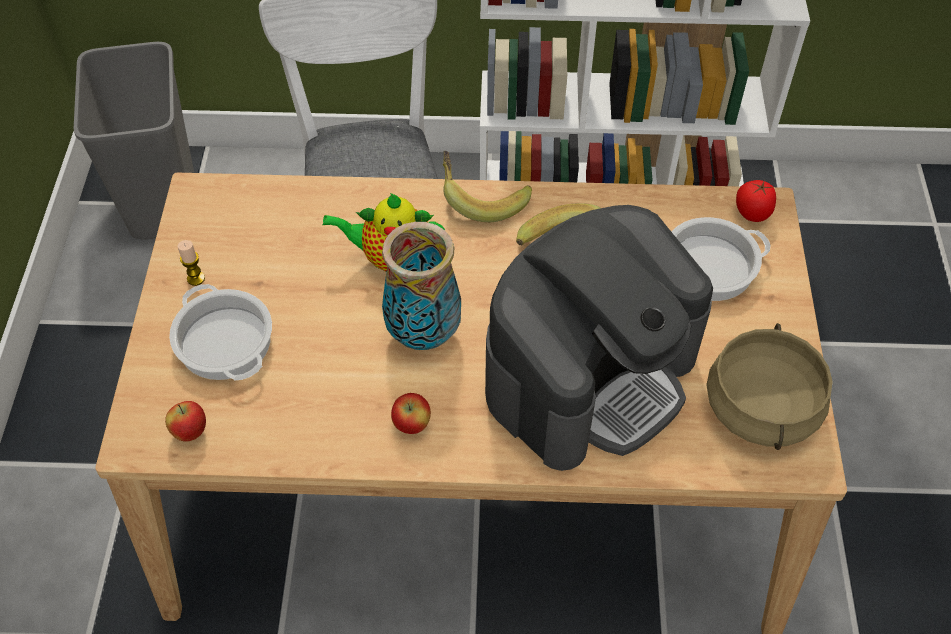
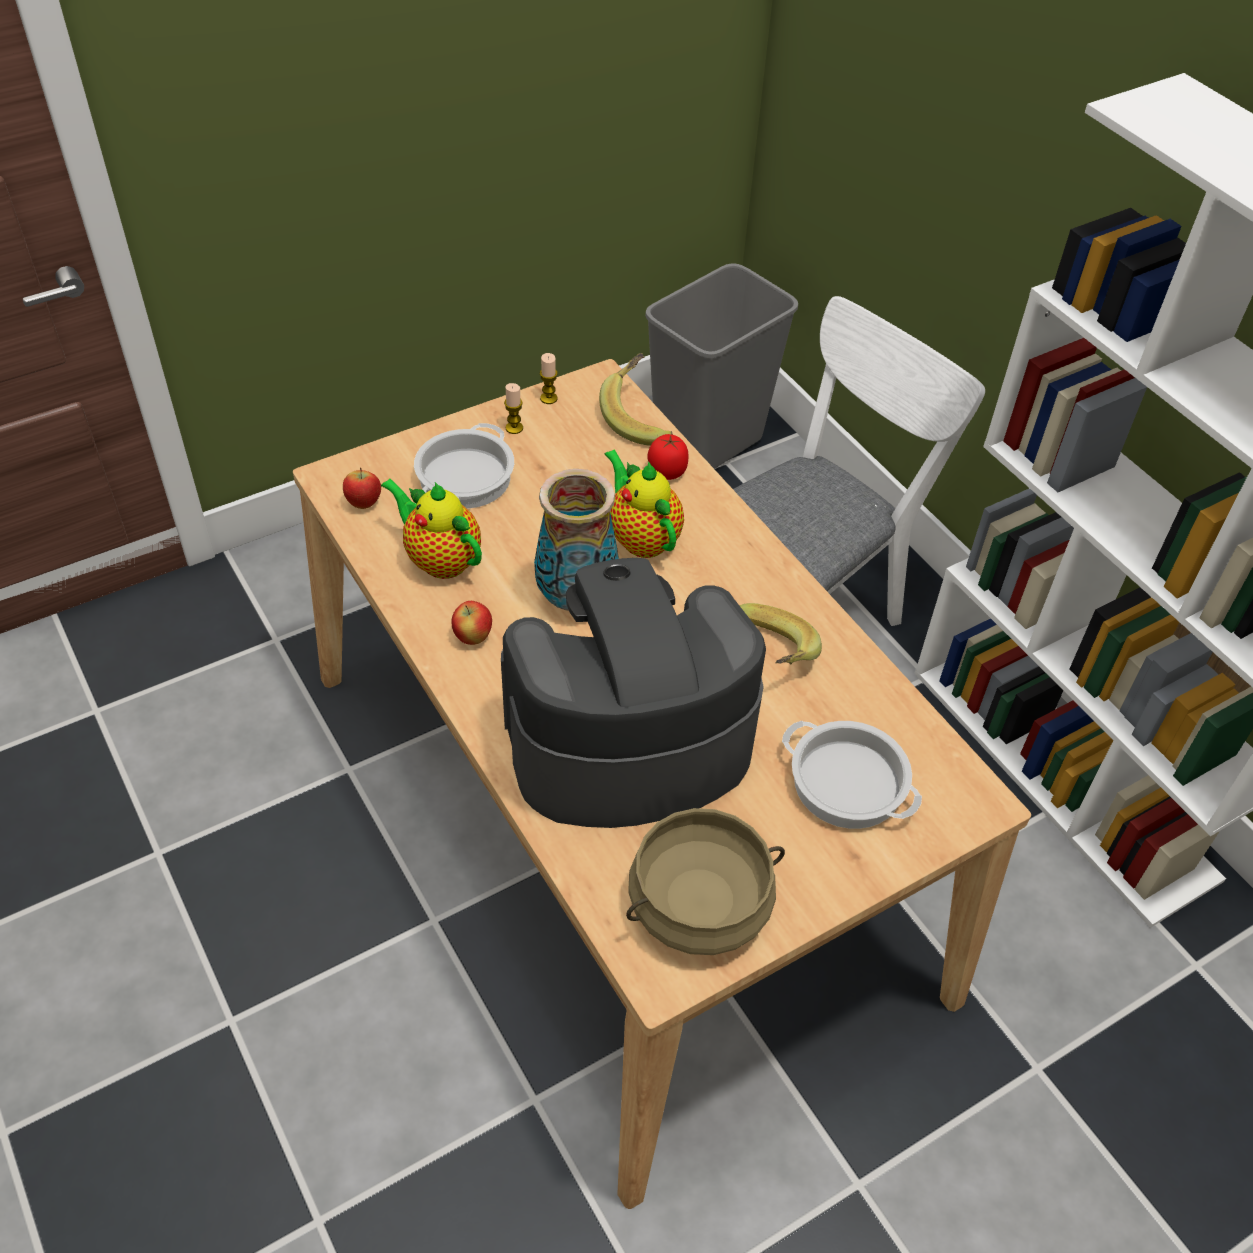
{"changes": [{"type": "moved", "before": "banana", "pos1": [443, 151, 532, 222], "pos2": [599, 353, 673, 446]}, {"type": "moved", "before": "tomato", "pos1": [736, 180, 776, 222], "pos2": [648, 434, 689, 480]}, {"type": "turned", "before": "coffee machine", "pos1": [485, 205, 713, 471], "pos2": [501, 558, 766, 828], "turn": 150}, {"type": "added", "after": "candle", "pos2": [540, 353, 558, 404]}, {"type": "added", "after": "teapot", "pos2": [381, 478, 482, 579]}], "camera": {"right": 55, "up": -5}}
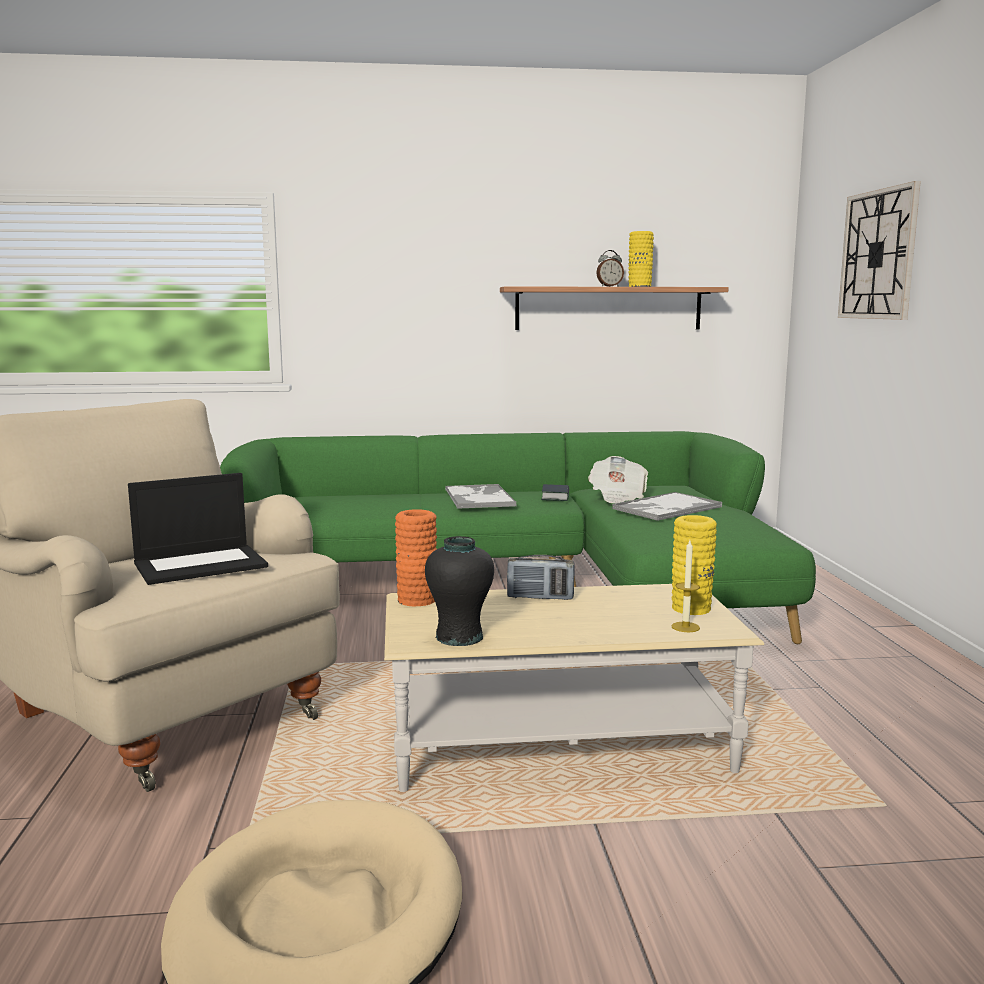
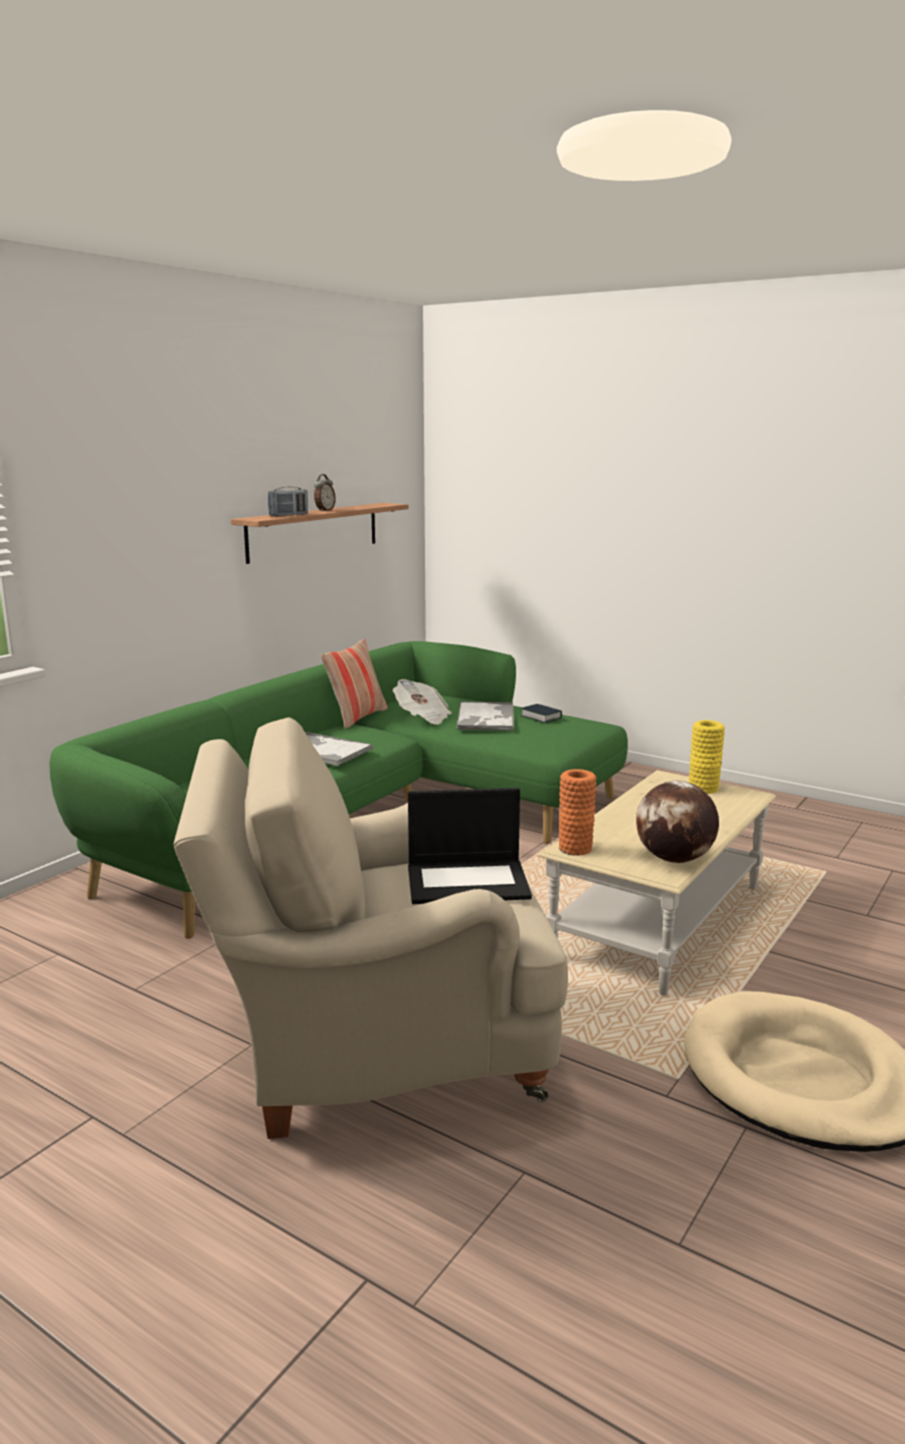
{"changes": [{"type": "removed", "before": "wall clock", "pos1": [838, 181, 921, 320]}, {"type": "removed", "before": "vase (yellow)", "pos1": [628, 231, 654, 287]}, {"type": "turned", "before": "laptop", "pos1": [128, 473, 268, 585], "pos2": [408, 788, 532, 904], "turn": 75}, {"type": "moved", "before": "book", "pos1": [541, 484, 569, 501], "pos2": [521, 704, 562, 723]}, {"type": "replaced", "before": "vase (black)", "after": "globe", "pos1": [425, 536, 494, 646], "pos2": [636, 781, 719, 863]}, {"type": "removed", "before": "candle", "pos1": [671, 540, 700, 632]}, {"type": "moved", "before": "radio", "pos1": [507, 555, 575, 600], "pos2": [268, 487, 308, 516]}, {"type": "added", "after": "pillow", "pos2": [321, 639, 388, 729]}], "camera": {"right": -50, "up": 5}}
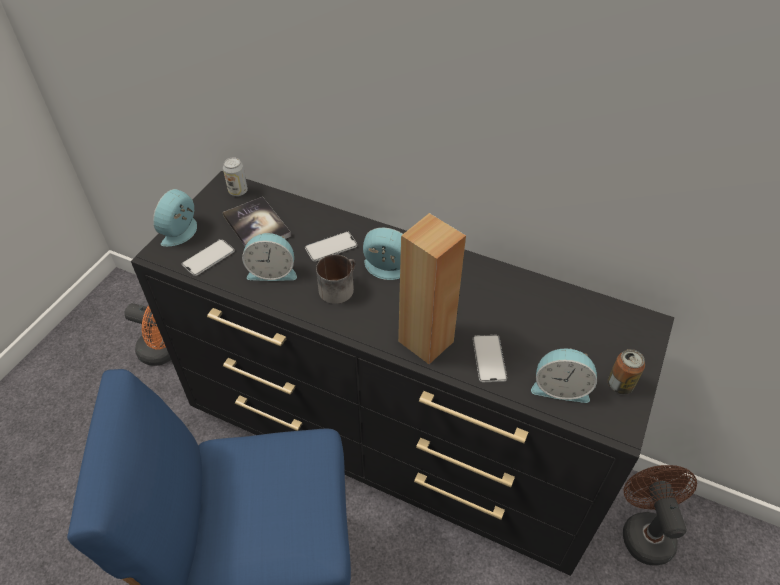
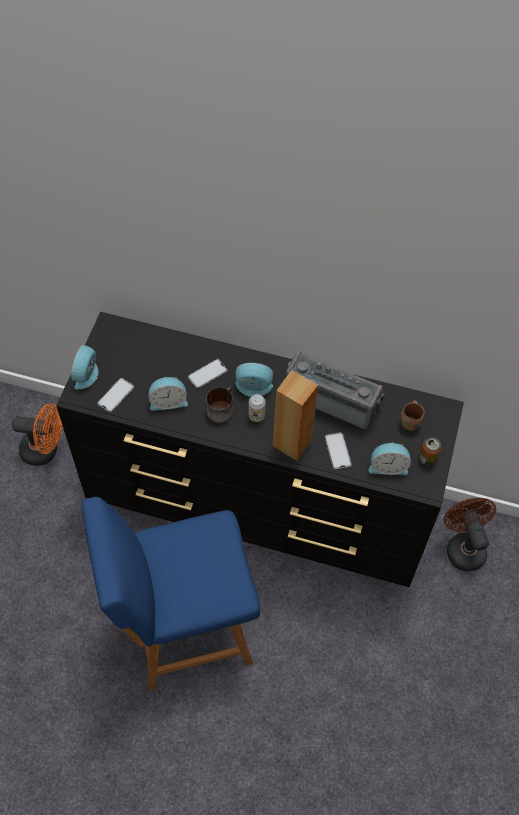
{"changes": [{"type": "moved", "before": "can", "pos1": [223, 157, 248, 196], "pos2": [248, 394, 266, 422]}, {"type": "removed", "before": "book", "pos1": [223, 197, 291, 246]}, {"type": "added", "after": "radio", "pos2": [286, 352, 385, 430]}, {"type": "added", "after": "mug (brown)", "pos2": [401, 400, 425, 431]}], "camera": {"right": -10, "up": 10}}
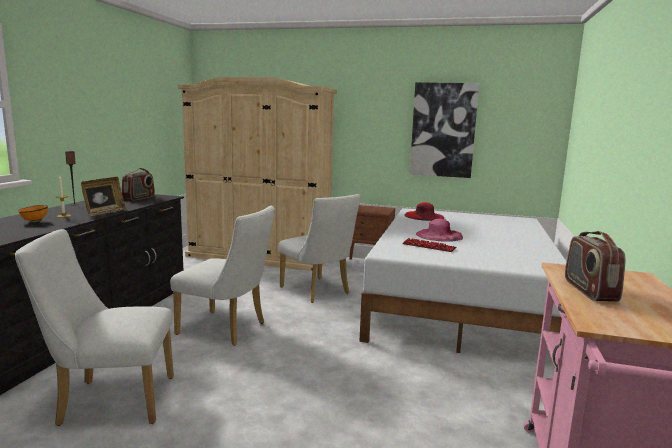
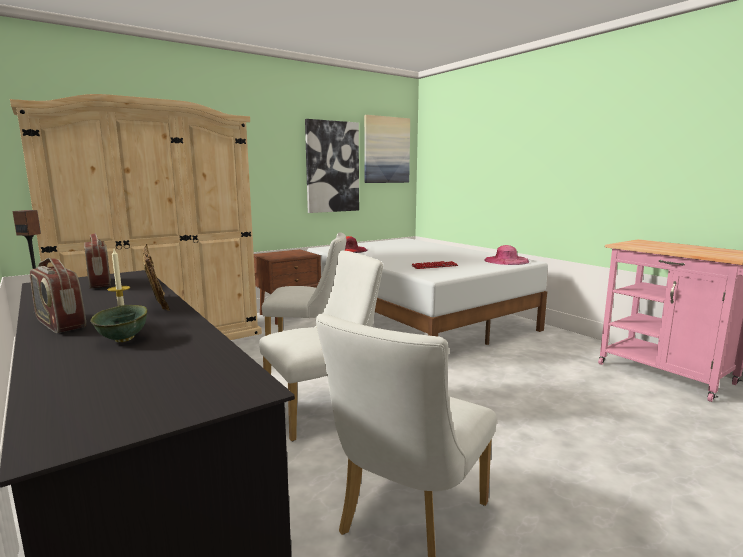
{"changes": [{"type": "recoloured", "before": "bowl (orange)", "after": "bowl (green)", "pos1": [18, 205, 48, 222], "pos2": [90, 305, 148, 342]}, {"type": "moved", "before": "hat (pink)", "pos1": [416, 218, 463, 242], "pos2": [484, 245, 529, 265]}, {"type": "moved", "before": "radio", "pos1": [565, 231, 625, 302], "pos2": [30, 258, 86, 333]}, {"type": "added", "after": "picture", "pos2": [364, 115, 410, 183]}], "camera": {"right": -50, "up": 0}}
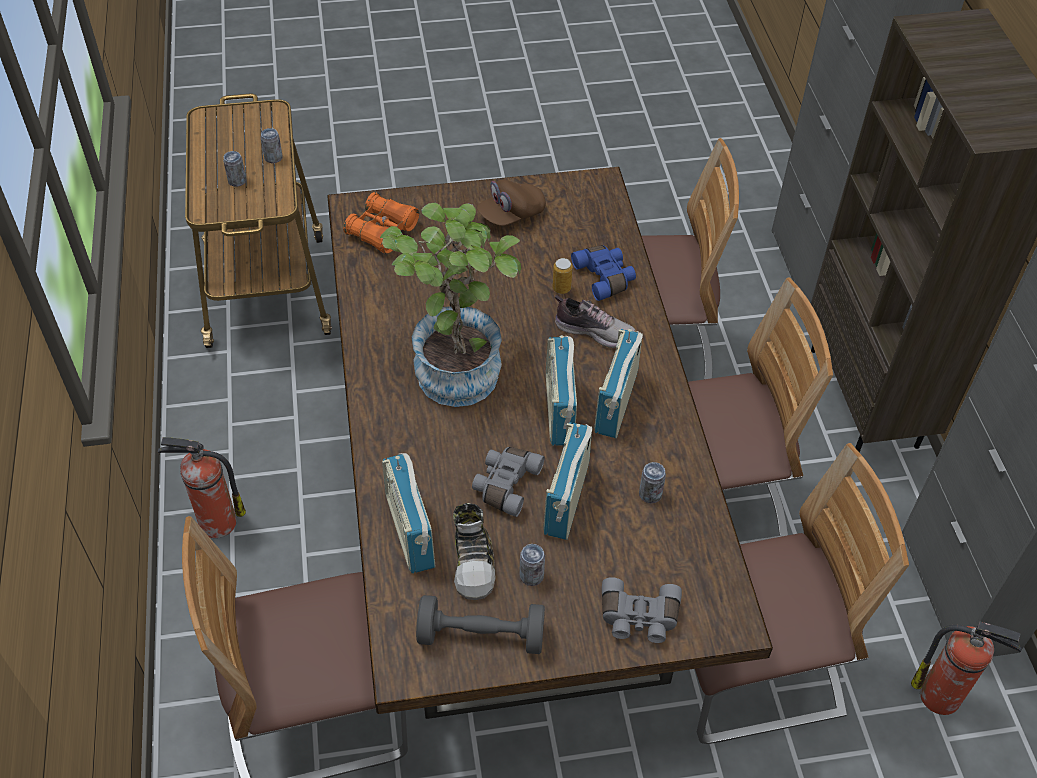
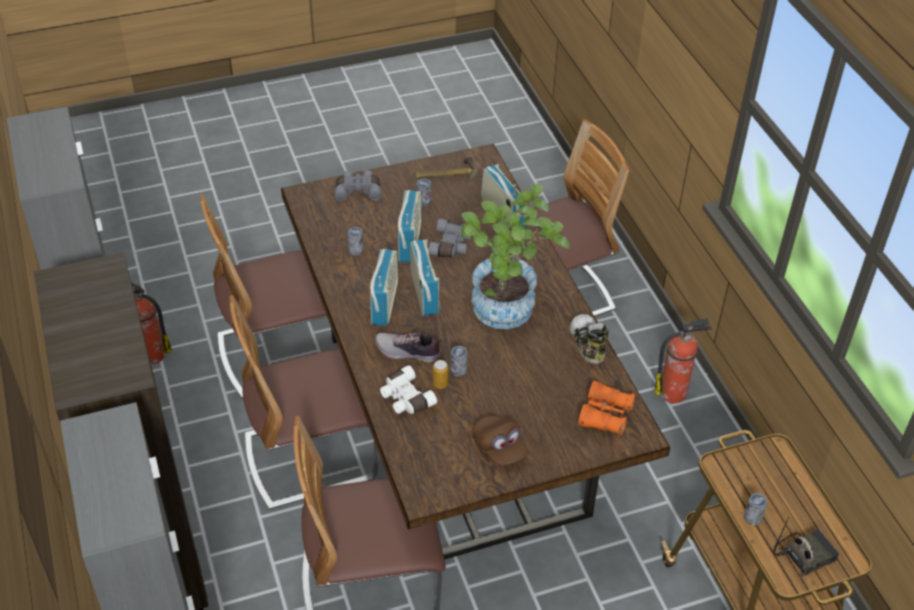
{"changes": [{"type": "moved", "before": "can", "pos1": [223, 151, 247, 187], "pos2": [450, 346, 468, 377]}, {"type": "turned", "before": "cap (brown)", "pos1": [477, 179, 546, 226], "pos2": [472, 416, 527, 465], "turn": 105}, {"type": "recoloured", "before": "binoculars (blue)", "after": "binoculars (white)", "pos1": [571, 245, 636, 301], "pos2": [380, 365, 437, 414]}, {"type": "moved", "before": "shoe", "pos1": [453, 503, 495, 600], "pos2": [570, 314, 609, 364]}, {"type": "replaced", "before": "dumbbell (grey)", "after": "hammer", "pos1": [416, 595, 545, 654], "pos2": [415, 156, 477, 181]}, {"type": "added", "after": "radio", "pos2": [773, 517, 839, 577]}], "camera": {"right": 170, "up": -5}}
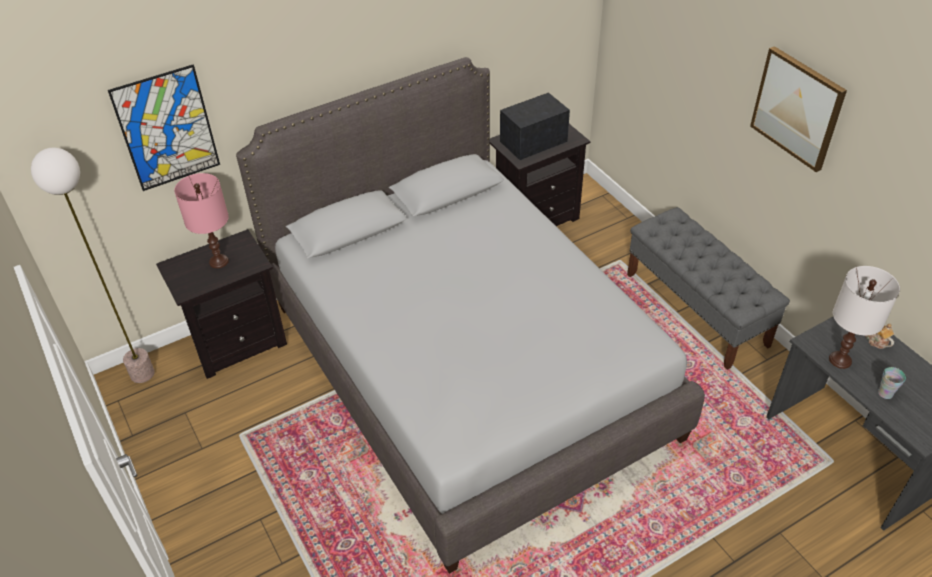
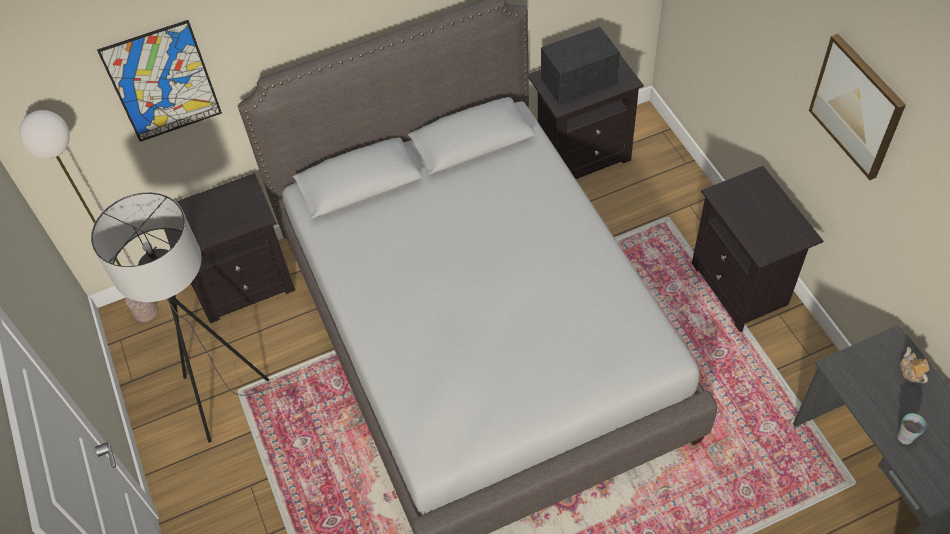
{"changes": [{"type": "removed", "before": "table lamp (pink)", "pos1": [174, 173, 229, 268]}, {"type": "replaced", "before": "bench (grey)", "after": "nightstand (black)", "pos1": [627, 207, 790, 370], "pos2": [692, 166, 823, 332]}, {"type": "removed", "before": "table lamp (white)", "pos1": [829, 266, 900, 369]}, {"type": "added", "after": "floor lamp (grey)", "pos2": [91, 192, 298, 443]}], "camera": {"right": 10, "up": 10}}
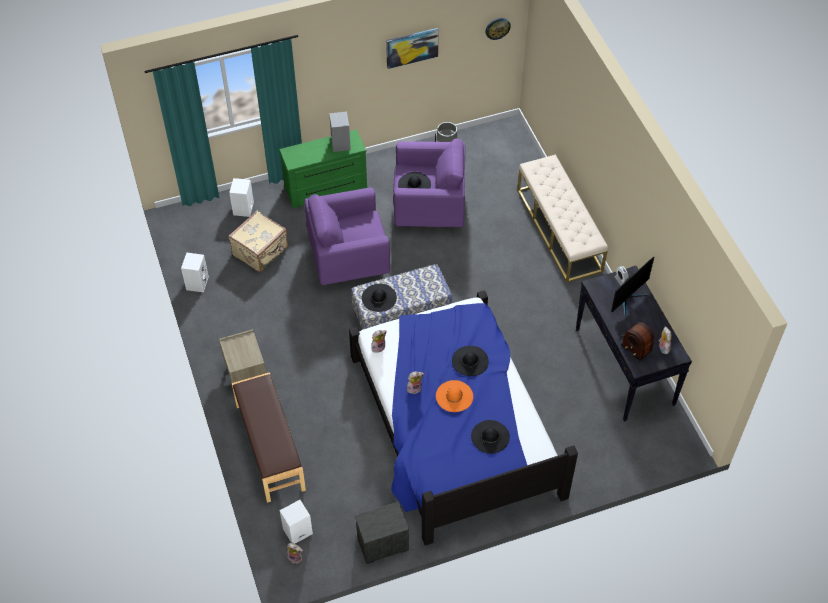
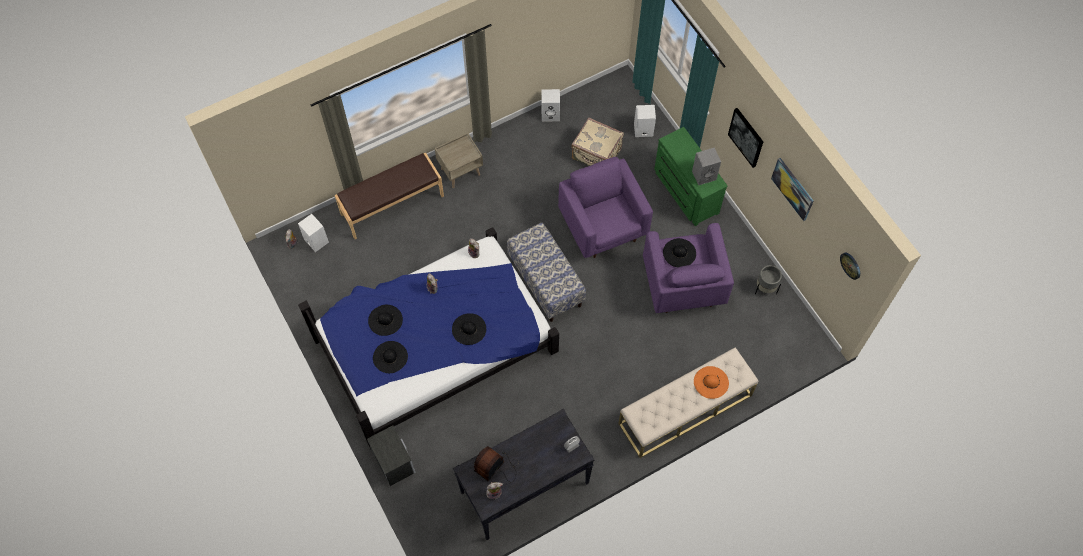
{"changes": [{"type": "removed", "before": "monitor", "pos1": [611, 256, 654, 316]}, {"type": "moved", "before": "hat (black)", "pos1": [362, 284, 397, 312], "pos2": [368, 305, 403, 336]}, {"type": "moved", "before": "hat (orange)", "pos1": [436, 380, 473, 412], "pos2": [694, 366, 729, 399]}, {"type": "moved", "before": "nightstand", "pos1": [355, 502, 409, 564], "pos2": [367, 425, 416, 486]}, {"type": "added", "after": "picture", "pos2": [728, 108, 763, 168]}], "camera": {"right": 80, "up": 10}}
